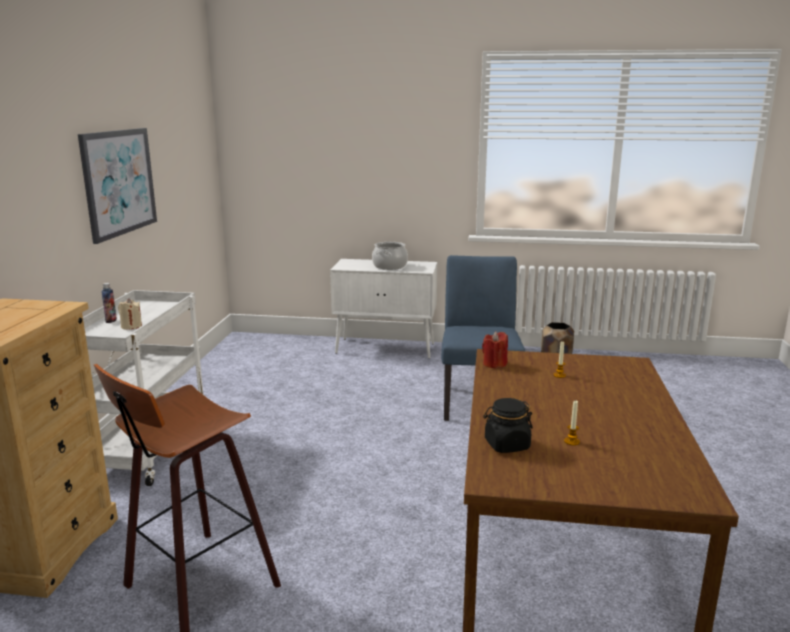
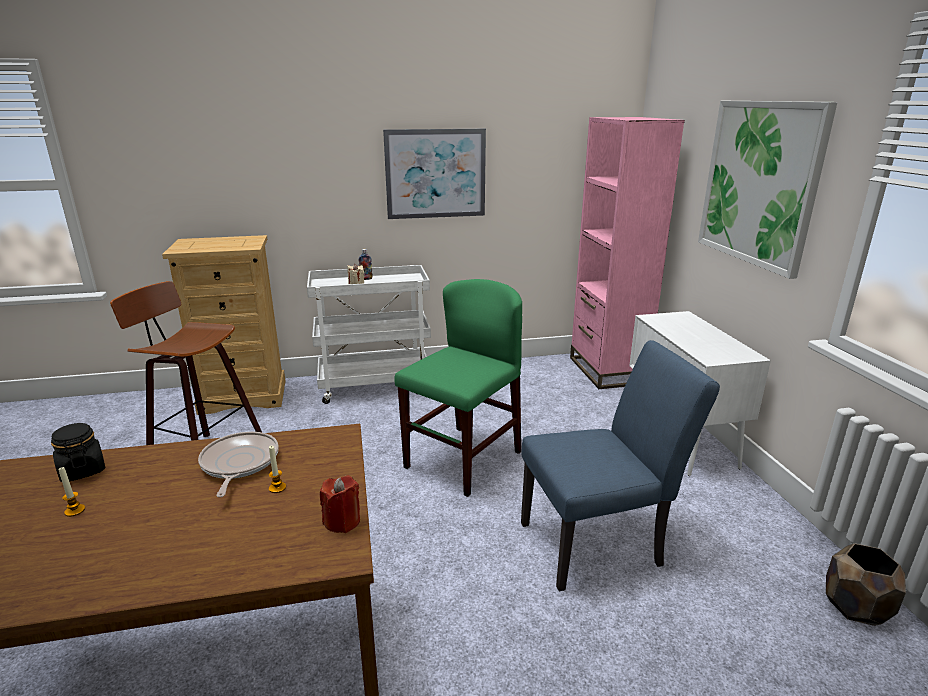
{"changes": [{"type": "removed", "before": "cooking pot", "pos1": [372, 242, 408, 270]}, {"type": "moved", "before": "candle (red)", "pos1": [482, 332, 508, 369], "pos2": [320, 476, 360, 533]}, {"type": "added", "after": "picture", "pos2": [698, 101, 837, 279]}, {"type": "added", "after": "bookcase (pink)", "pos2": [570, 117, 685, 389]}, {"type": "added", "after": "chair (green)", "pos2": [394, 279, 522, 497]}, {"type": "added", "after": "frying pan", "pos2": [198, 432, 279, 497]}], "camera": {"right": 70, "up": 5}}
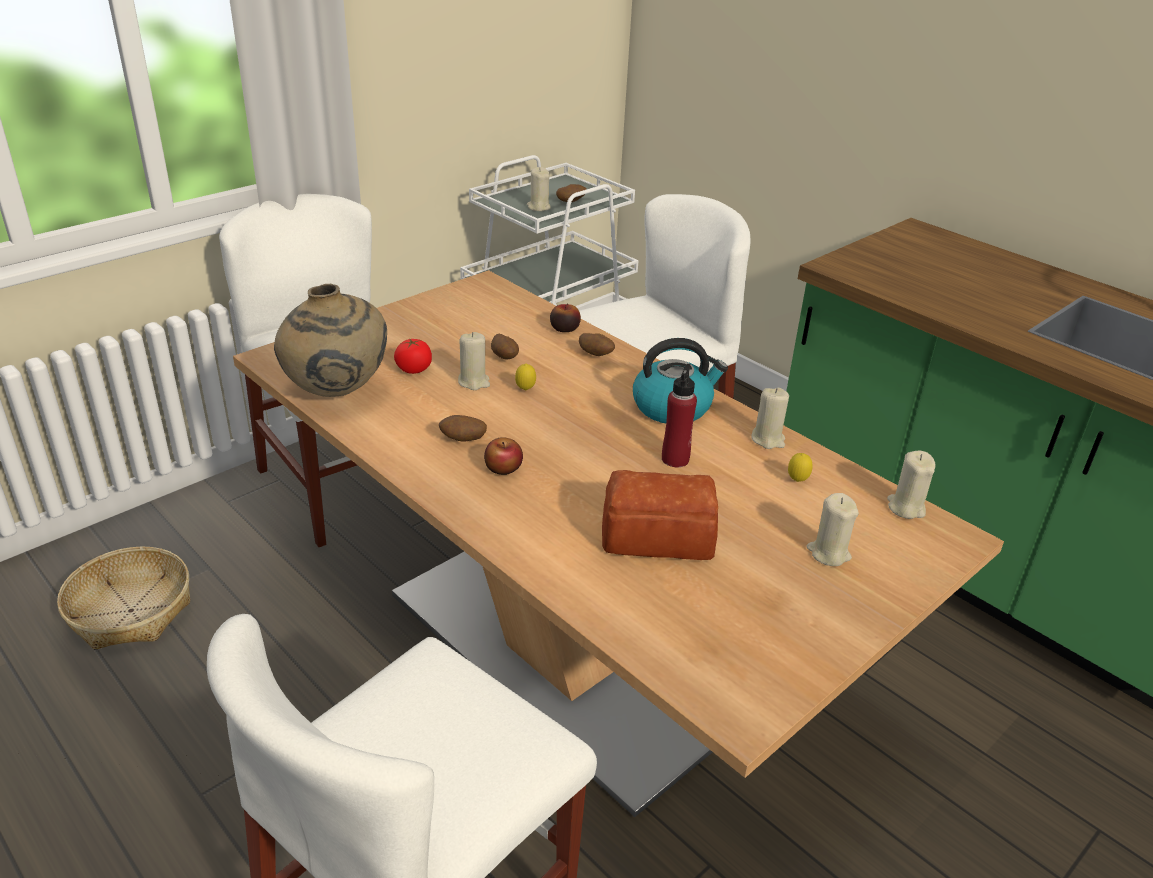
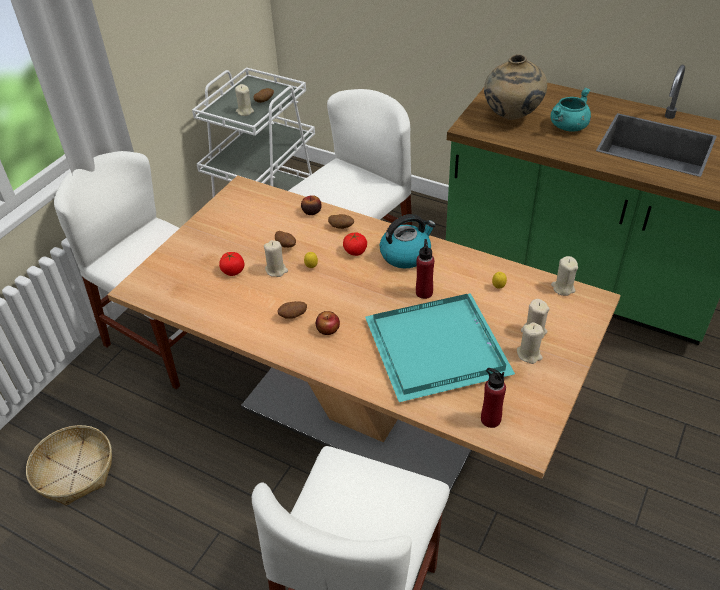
{"changes": [{"type": "moved", "before": "vase (beige)", "pos1": [274, 284, 387, 397], "pos2": [484, 55, 547, 120]}, {"type": "moved", "before": "candle (beige)", "pos1": [751, 388, 789, 449], "pos2": [517, 322, 544, 364]}, {"type": "replaced", "before": "bread", "after": "tray (turquoise)", "pos1": [602, 470, 718, 560], "pos2": [365, 293, 515, 402]}, {"type": "added", "after": "cooking pot (turquoise)", "pos2": [551, 87, 591, 132]}, {"type": "added", "after": "tomato", "pos2": [343, 232, 367, 256]}, {"type": "added", "after": "bottle (red)", "pos2": [481, 368, 506, 428]}], "camera": {"right": -15, "up": 10}}
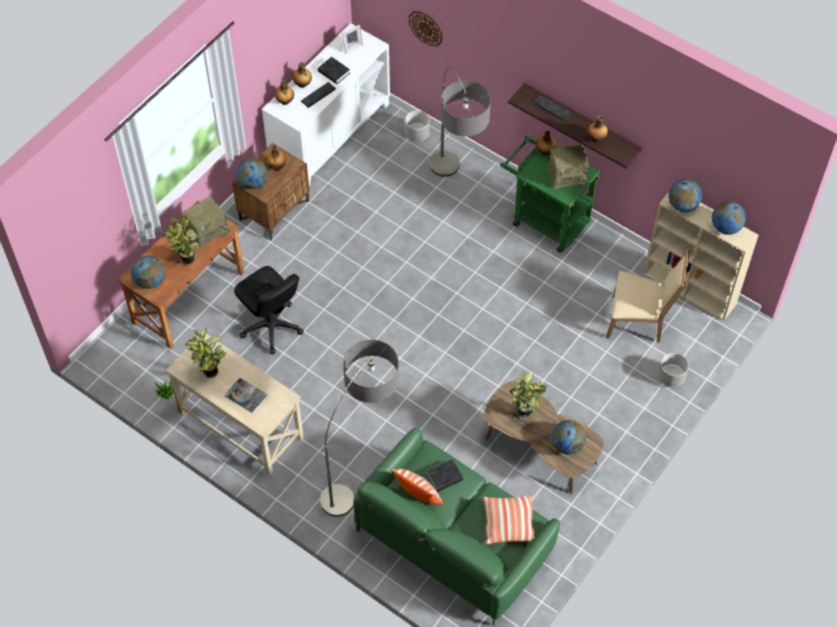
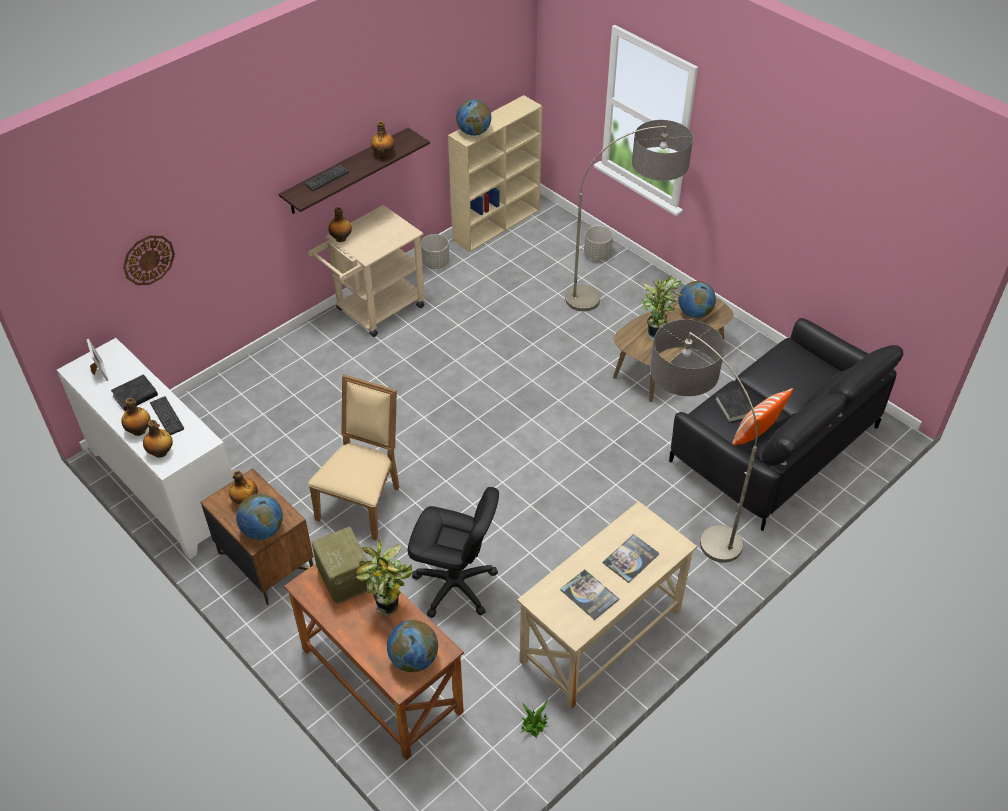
{"changes": [{"type": "moved", "before": "floor lamp", "pos1": [429, 67, 491, 177], "pos2": [565, 120, 693, 311]}, {"type": "moved", "before": "planter (grey)", "pos1": [405, 110, 430, 142], "pos2": [421, 234, 449, 269]}, {"type": "recoloured", "before": "cart (green)", "after": "cart (beige)", "pos1": [500, 135, 600, 253], "pos2": [308, 205, 425, 337]}, {"type": "removed", "before": "radio", "pos1": [549, 145, 589, 189]}, {"type": "removed", "before": "globe", "pos1": [712, 201, 746, 235]}, {"type": "moved", "before": "chair (beige)", "pos1": [606, 249, 690, 343], "pos2": [308, 374, 399, 540]}, {"type": "turned", "before": "office chair (black)", "pos1": [234, 266, 304, 354], "pos2": [408, 487, 499, 618], "turn": 45}, {"type": "replaced", "before": "potted plant", "after": "book", "pos1": [185, 328, 226, 378], "pos2": [560, 569, 619, 620]}, {"type": "recoloured", "before": "sofa (green)", "after": "sofa (black)", "pos1": [353, 427, 560, 626], "pos2": [669, 318, 903, 531]}, {"type": "removed", "before": "pillow", "pos1": [483, 495, 534, 545]}], "camera": {"right": -80, "up": -10}}
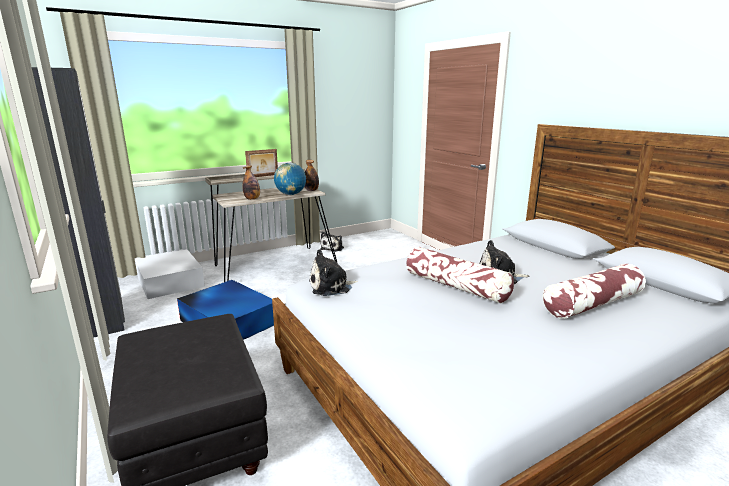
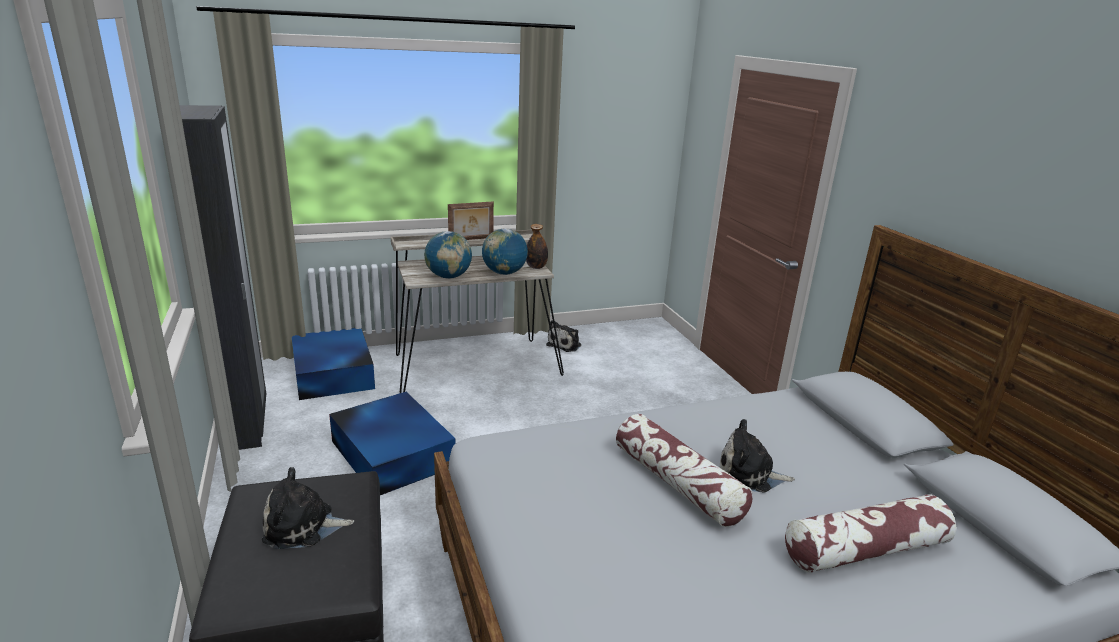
{"changes": [{"type": "replaced", "before": "bottle", "after": "globe", "pos1": [242, 165, 260, 200], "pos2": [424, 231, 472, 279]}, {"type": "recoloured", "before": "storage box (white)", "after": "storage box (blue)", "pos1": [135, 249, 205, 299], "pos2": [292, 328, 375, 400]}, {"type": "moved", "before": "plush toy", "pos1": [309, 249, 358, 296], "pos2": [262, 467, 354, 549]}], "camera": {"right": 10, "up": 5}}
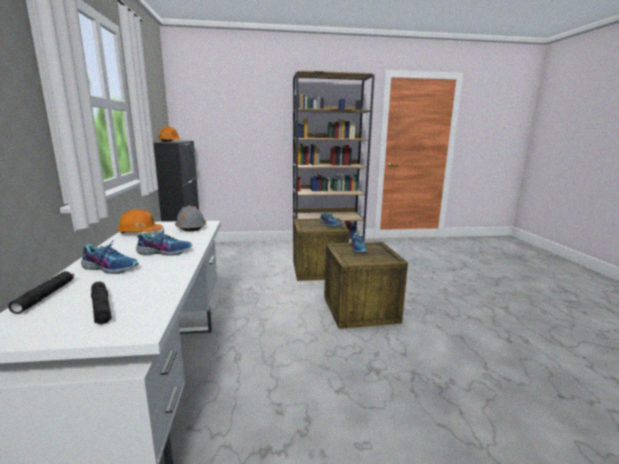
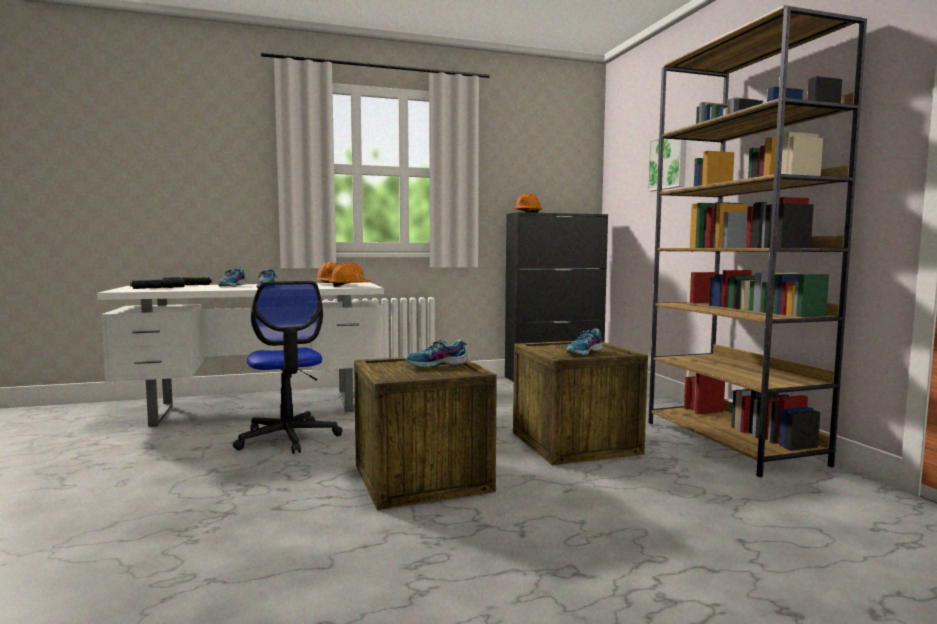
{"changes": [{"type": "recoloured", "before": "hard hat (grey)", "after": "hard hat (orange)", "pos1": [175, 205, 206, 232], "pos2": [329, 262, 371, 287]}, {"type": "added", "after": "picture", "pos2": [647, 137, 687, 191]}, {"type": "added", "after": "office chair", "pos2": [233, 281, 343, 454]}], "camera": {"right": 80, "up": -10}}
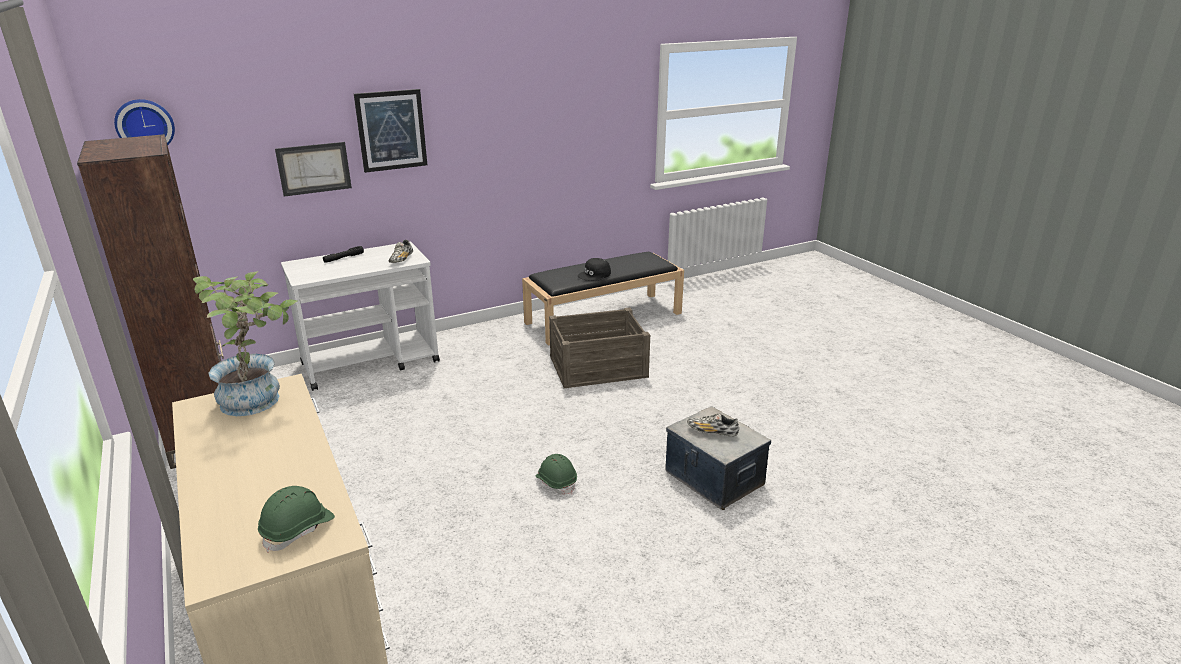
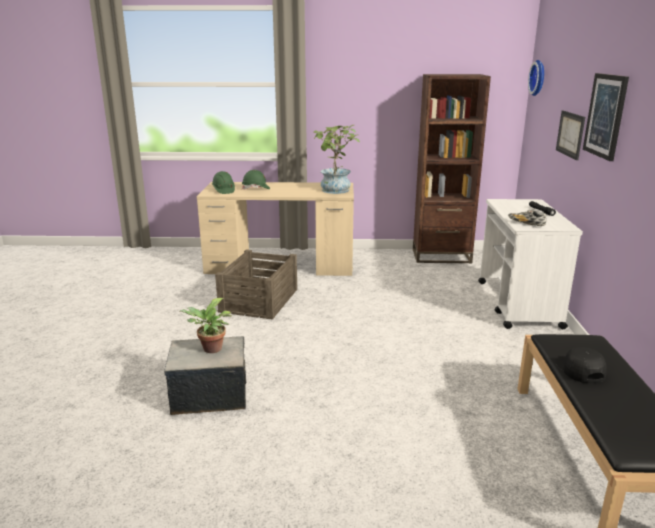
{"changes": [{"type": "moved", "before": "crate", "pos1": [549, 308, 650, 388], "pos2": [215, 249, 297, 320]}, {"type": "replaced", "before": "shoe", "after": "potted plant", "pos1": [687, 413, 739, 437], "pos2": [180, 298, 232, 353]}, {"type": "moved", "before": "hard hat (green)", "pos1": [536, 454, 577, 495], "pos2": [242, 170, 270, 189]}], "camera": {"right": 120, "up": -5}}
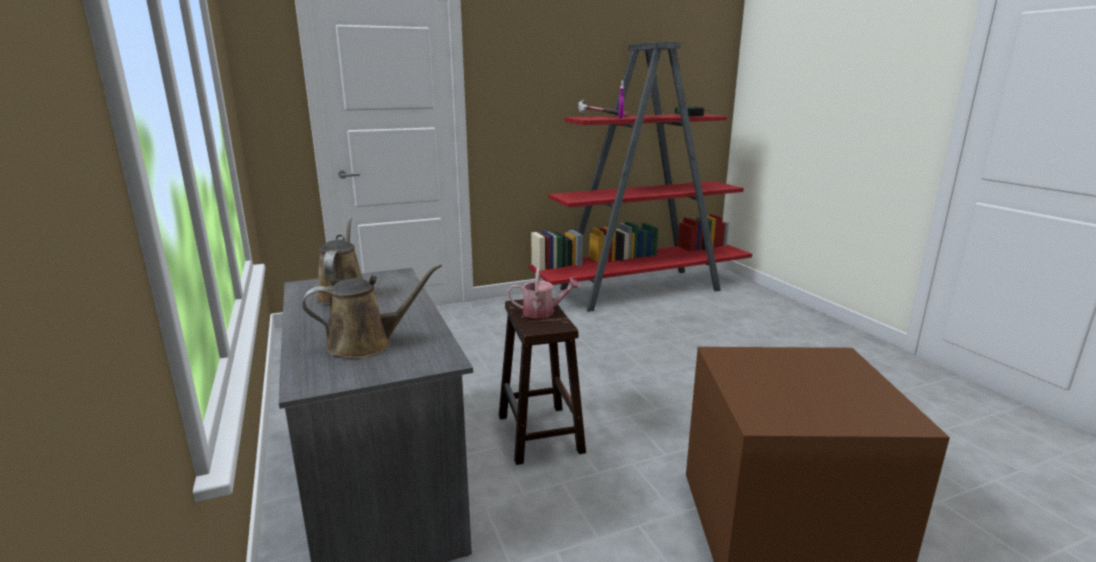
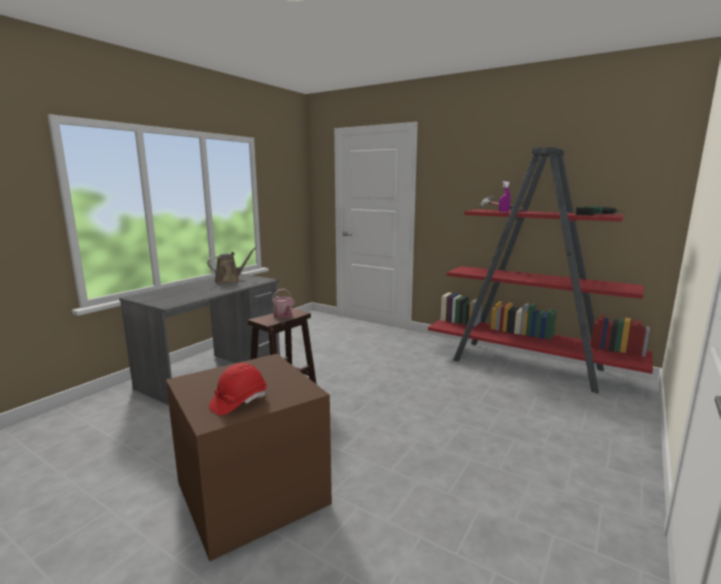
{"changes": [{"type": "removed", "before": "watering can (brown)", "pos1": [302, 263, 442, 359]}, {"type": "added", "after": "hard hat (red)", "pos2": [209, 363, 267, 415]}], "camera": {"right": 55, "up": -5}}
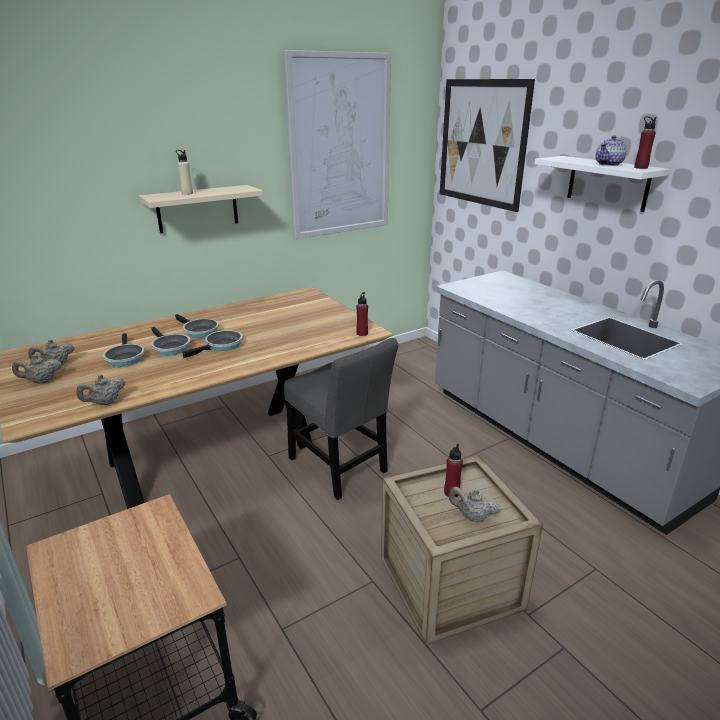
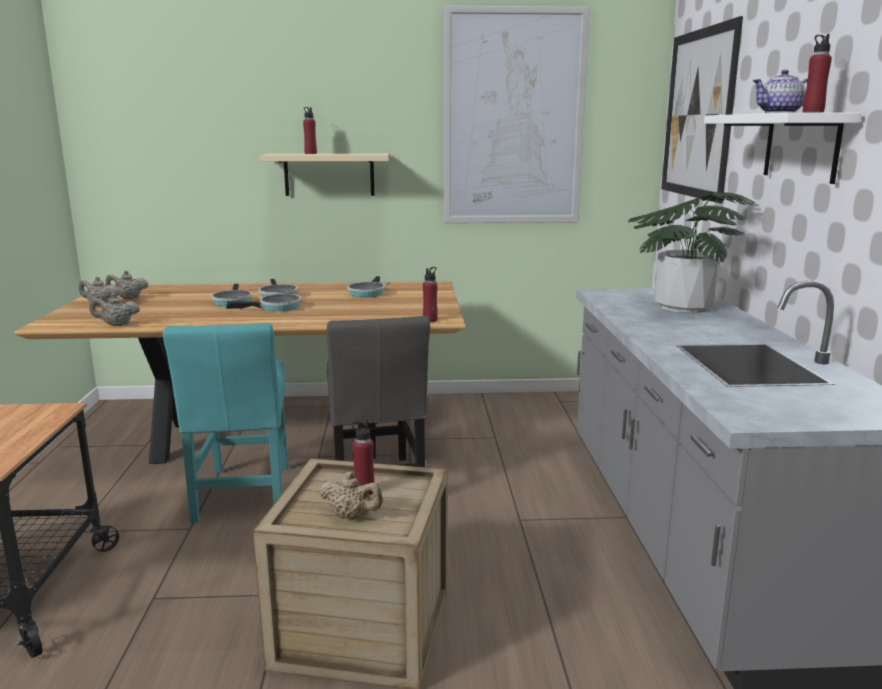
{"changes": [{"type": "recoloured", "before": "bottle (beige)", "after": "bottle (red)", "pos1": [176, 150, 193, 195], "pos2": [303, 107, 317, 154]}, {"type": "moved", "before": "frying pan", "pos1": [103, 333, 145, 367], "pos2": [347, 276, 385, 298]}, {"type": "turned", "before": "teapot (beige)", "pos1": [448, 486, 500, 523], "pos2": [319, 472, 383, 520], "turn": 150}, {"type": "added", "after": "potted plant", "pos2": [628, 192, 754, 313]}, {"type": "added", "after": "chair (turquoise)", "pos2": [163, 323, 288, 523]}], "camera": {"right": 30, "up": -10}}
